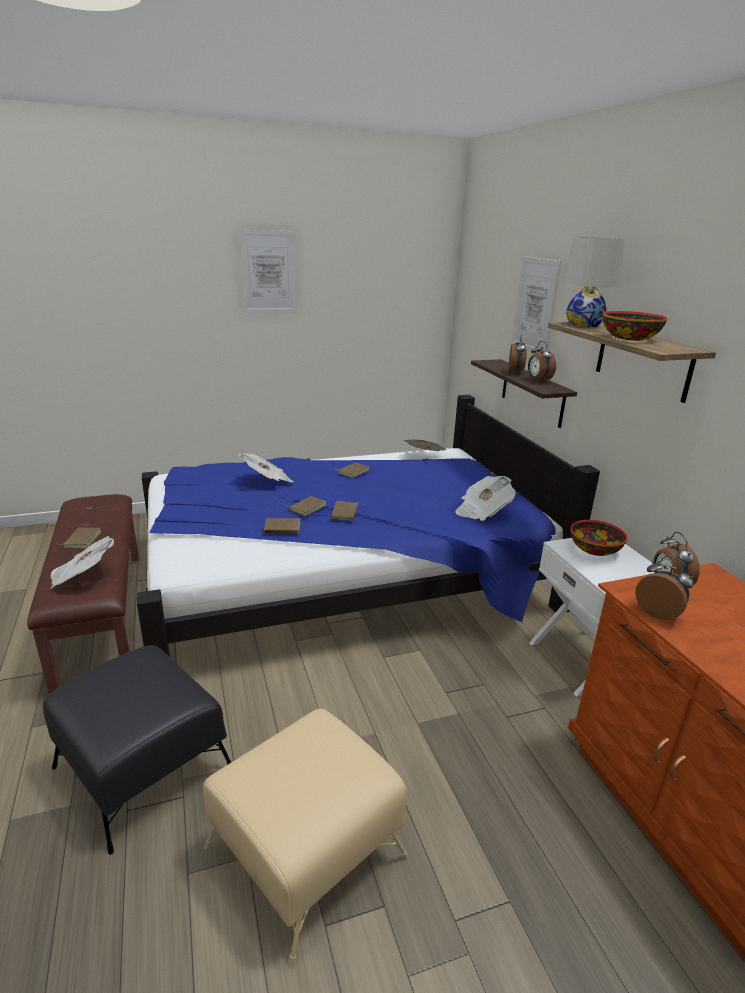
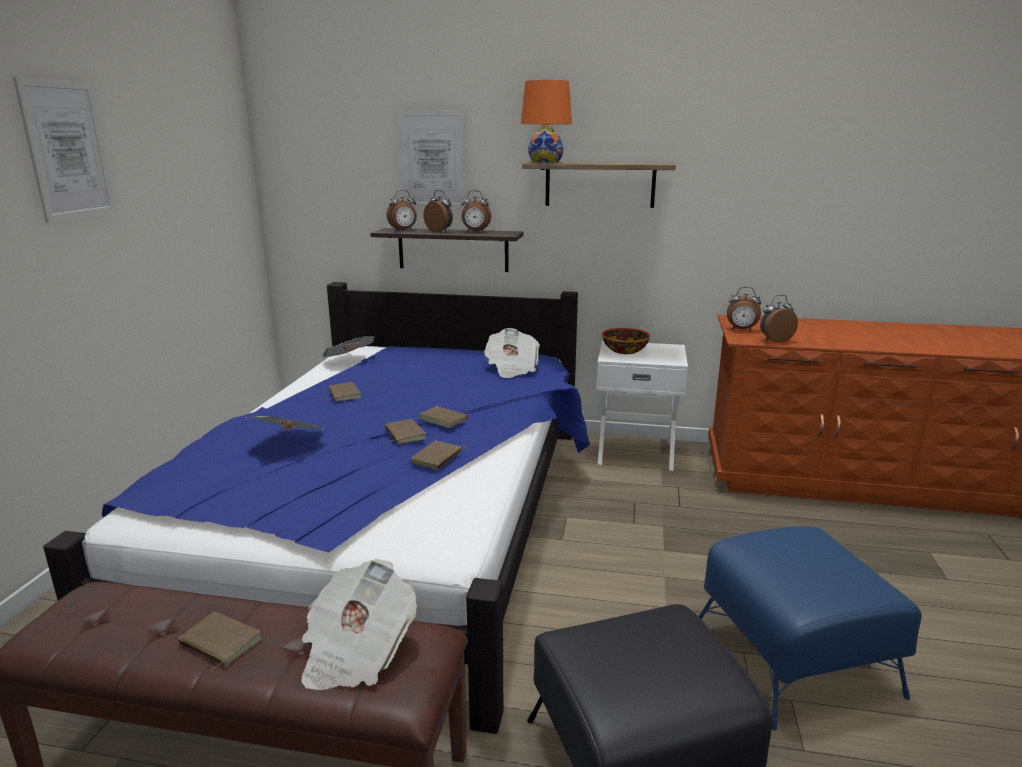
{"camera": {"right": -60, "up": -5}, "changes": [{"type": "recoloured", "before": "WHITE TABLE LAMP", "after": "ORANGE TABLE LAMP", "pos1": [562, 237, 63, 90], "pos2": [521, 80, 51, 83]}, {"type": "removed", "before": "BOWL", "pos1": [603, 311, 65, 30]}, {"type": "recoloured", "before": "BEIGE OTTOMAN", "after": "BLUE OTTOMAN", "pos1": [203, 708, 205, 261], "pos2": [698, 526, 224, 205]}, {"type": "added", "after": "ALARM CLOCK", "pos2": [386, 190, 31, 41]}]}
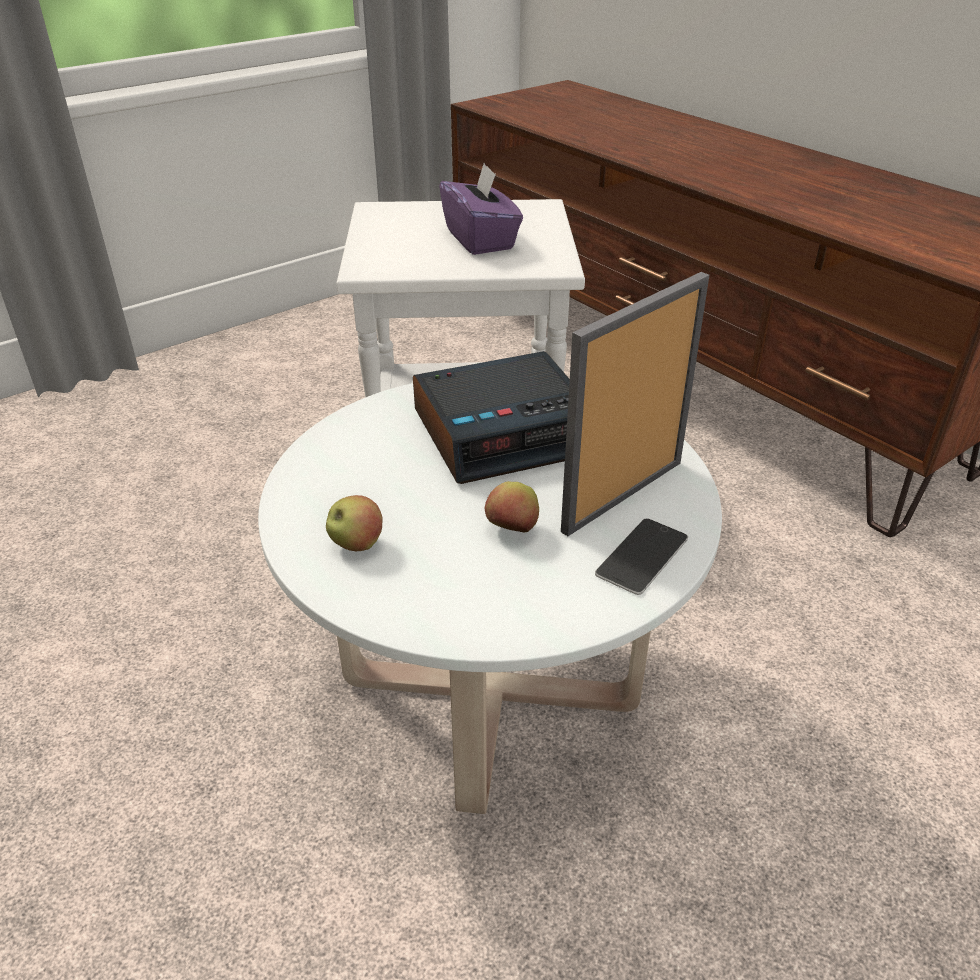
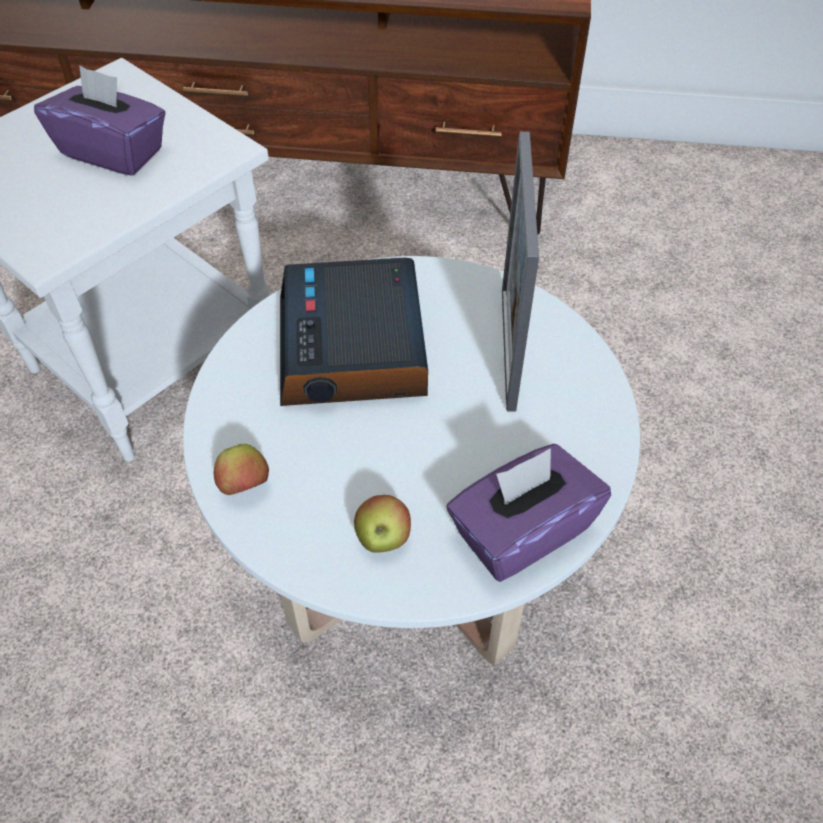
{"camera": {"right": -45, "up": 15}, "changes": [{"type": "turned", "before": "ALARM CLOCK", "pos1": [413, 351, 157, 133], "pos2": [280, 257, 148, 149], "turn": 150}, {"type": "moved", "before": "APPLE", "pos1": [485, 481, 54, 51], "pos2": [214, 444, 55, 51]}, {"type": "removed", "before": "PHONE", "pos1": [595, 518, 93, 77]}, {"type": "added", "after": "PURPLE TISSUE BOX", "pos2": [446, 444, 165, 138]}]}
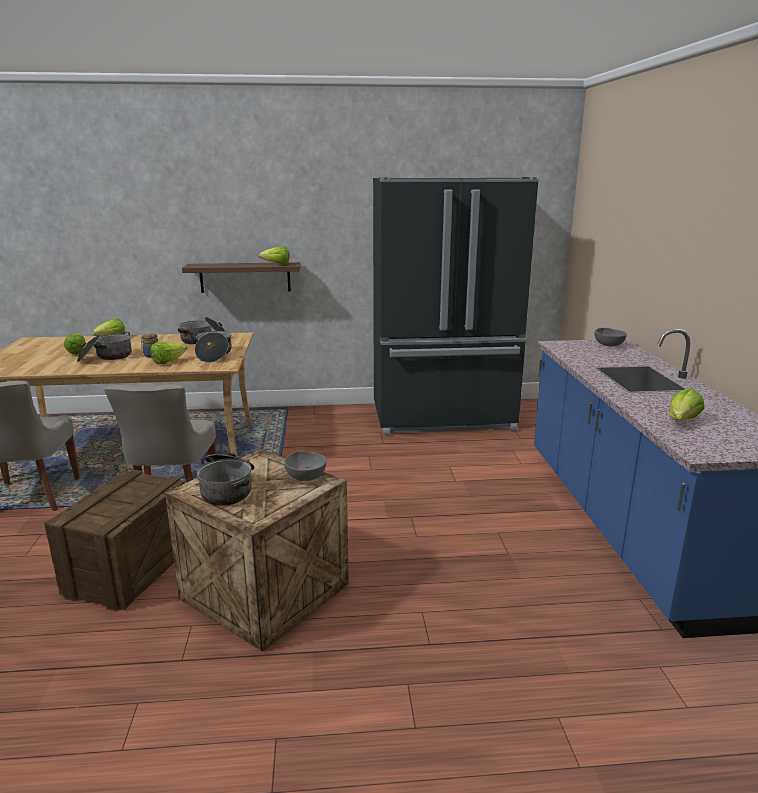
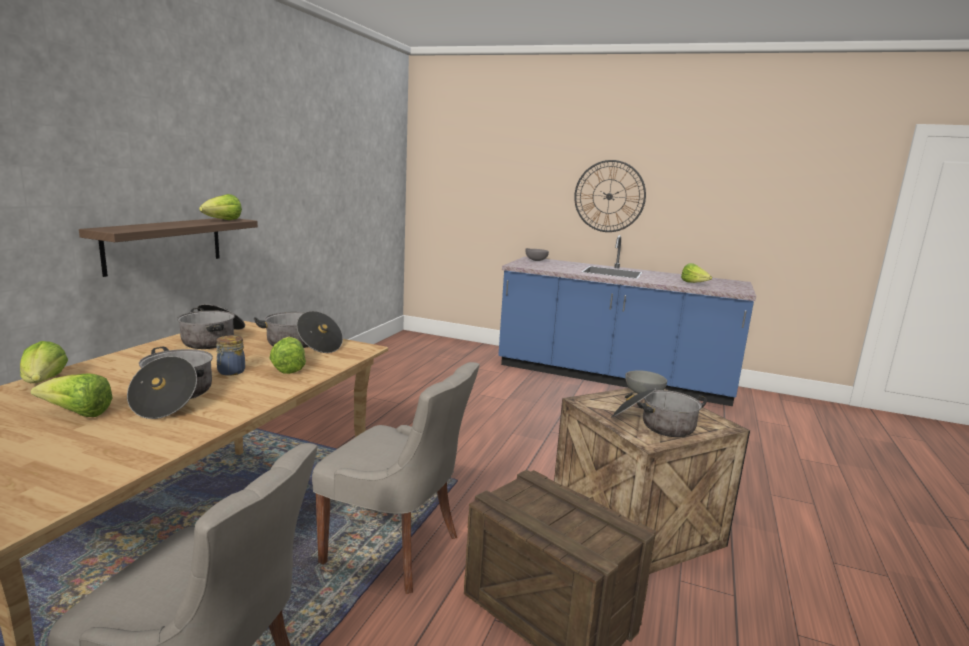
{"camera": {"right": -65, "up": -5}, "changes": [{"type": "removed", "before": "BLACK FRIDGE", "pos1": [373, 177, 166, 259]}, {"type": "added", "after": "WALL CLOCK", "pos2": [574, 160, 72, 72]}]}
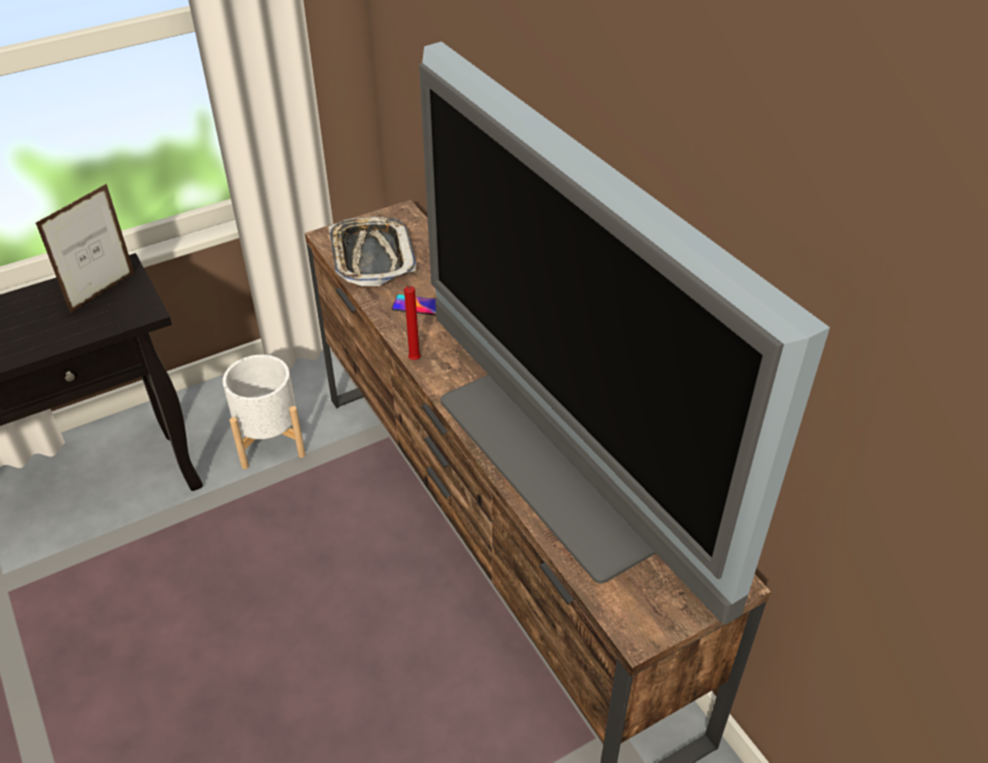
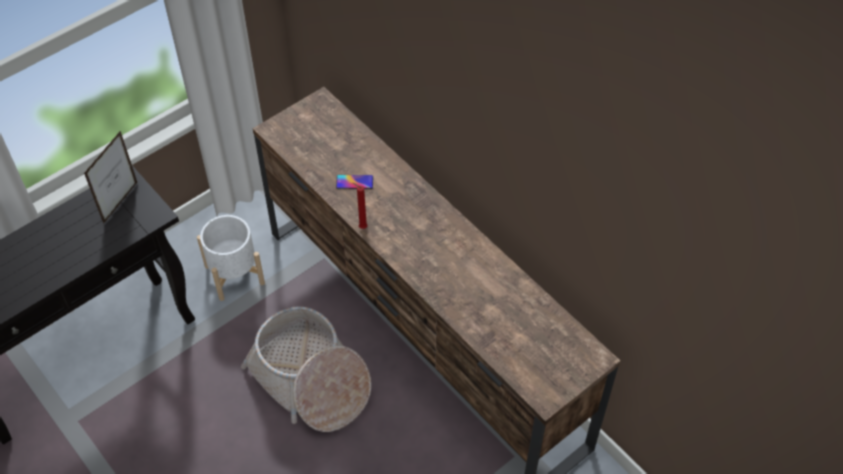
{"camera": {"right": -10, "up": 10}, "changes": [{"type": "removed", "before": "TELEVISION", "pos1": [419, 41, 411, 584]}, {"type": "removed", "before": "TRAY", "pos1": [329, 217, 87, 69]}, {"type": "added", "after": "BASKET", "pos2": [241, 306, 130, 126]}]}
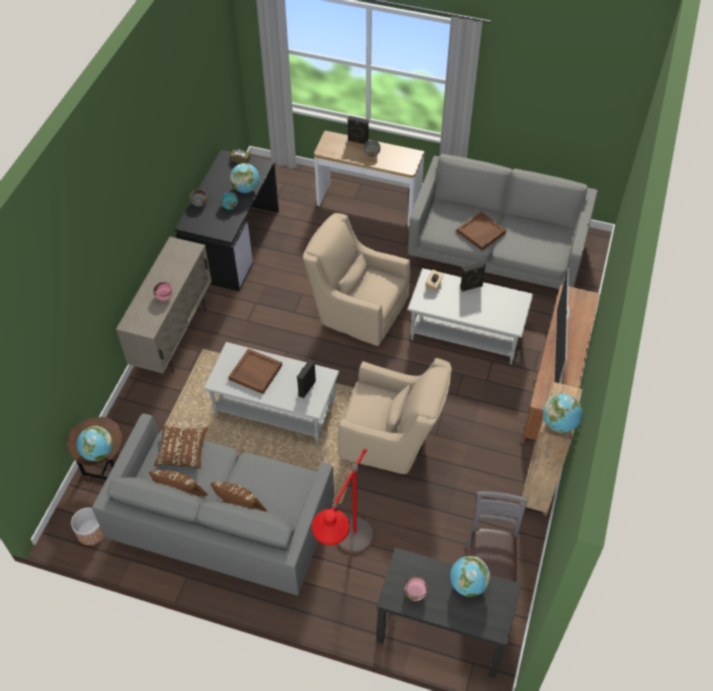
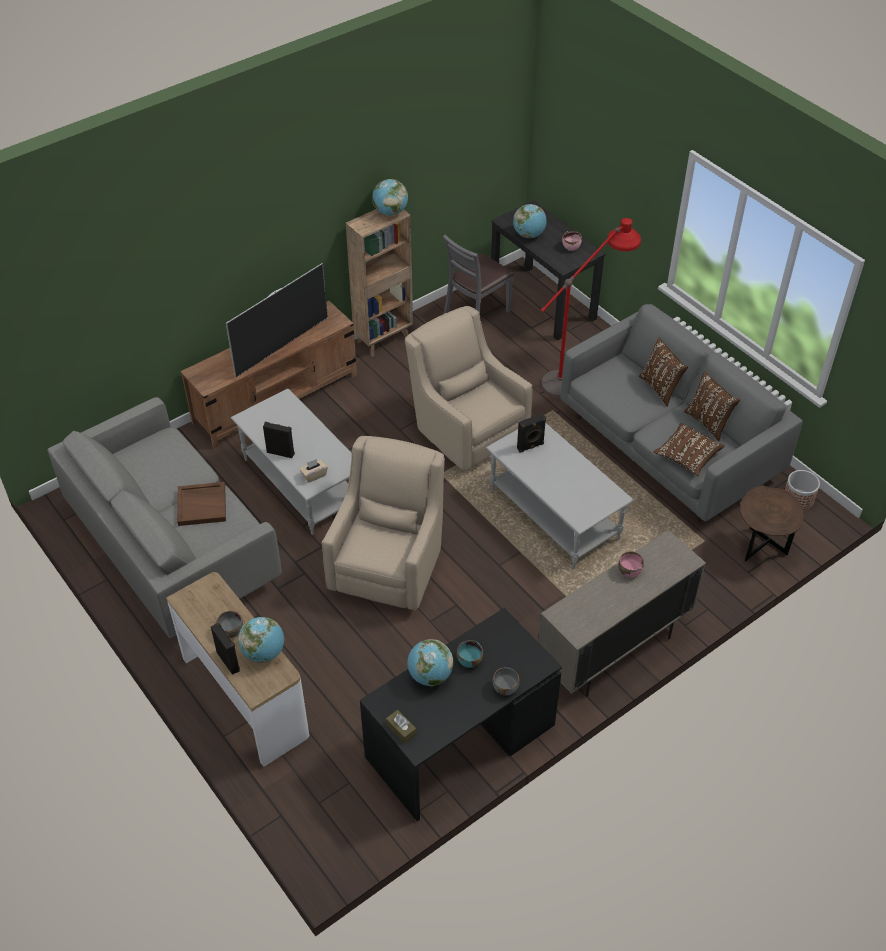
{"camera": {"right": -145, "up": -5}, "changes": [{"type": "turned", "before": "BEIGE ARMCHAIR", "pos1": [303, 213, 107, 133], "pos2": [322, 436, 123, 175], "turn": -135}, {"type": "removed", "before": "BROWN TRAY", "pos1": [229, 349, 53, 45]}, {"type": "moved", "before": "GLOBE", "pos1": [77, 426, 36, 35], "pos2": [238, 617, 46, 46]}]}
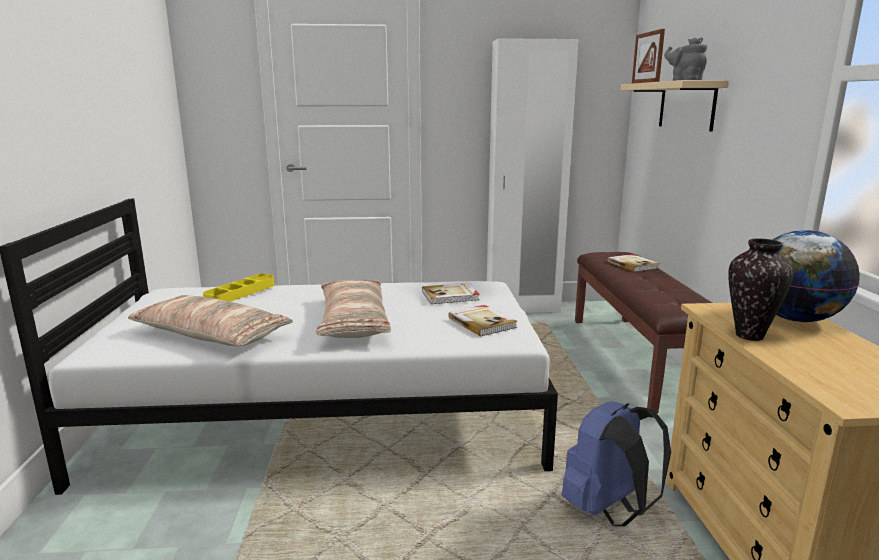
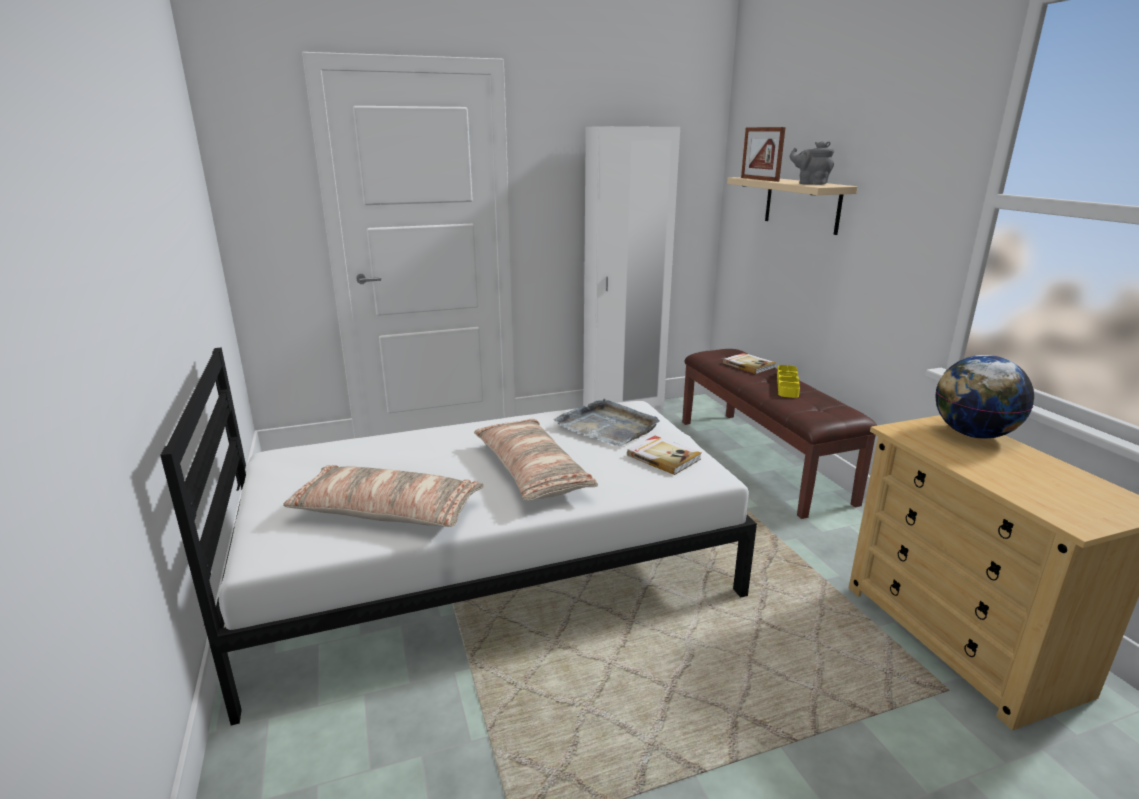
{"camera": {"right": -15, "up": 5}, "changes": [{"type": "removed", "before": "VASE", "pos1": [728, 238, 66, 103]}, {"type": "moved", "before": "YELLOW TRAY", "pos1": [203, 273, 71, 29], "pos2": [777, 365, 23, 33]}, {"type": "replaced", "before": "BOOK", "after": "GREY TRAY", "pos1": [422, 283, 58, 21], "pos2": [554, 399, 106, 47]}, {"type": "removed", "before": "BLUE BACKPACK", "pos1": [561, 402, 110, 124]}]}
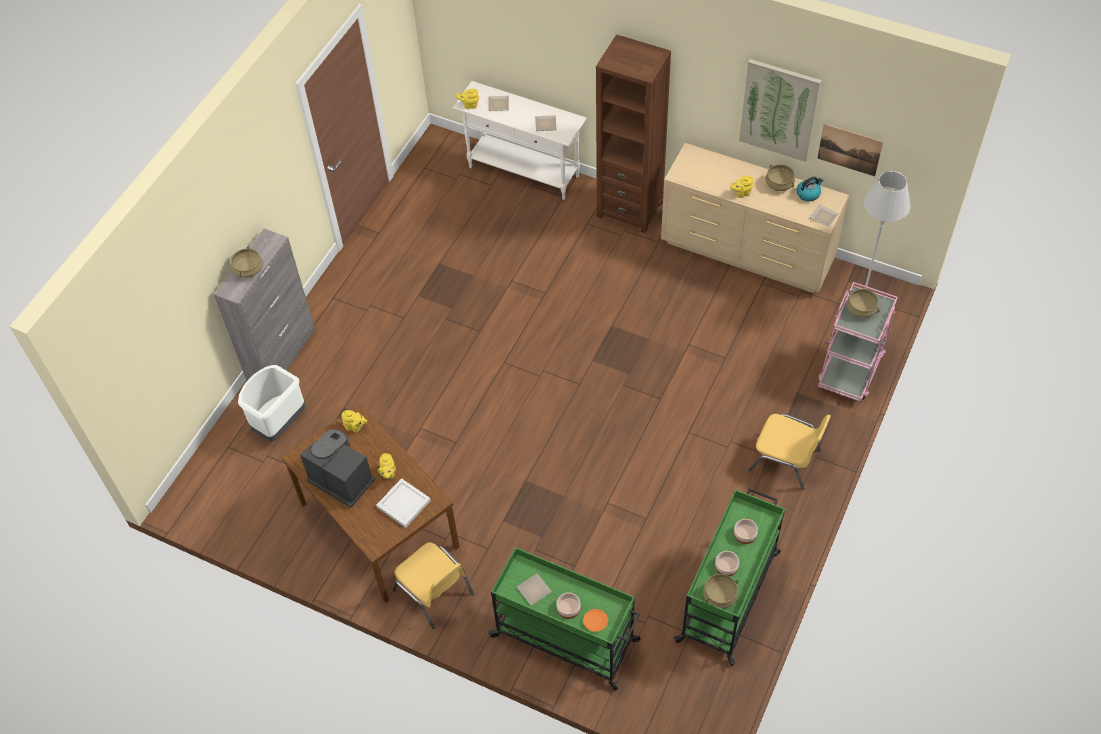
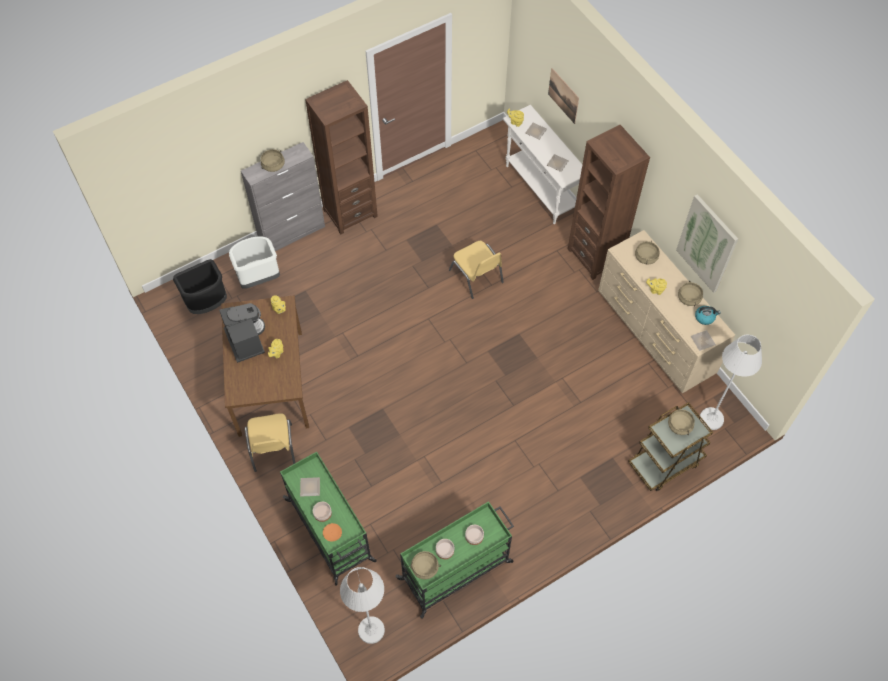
{"camera": {"right": 30, "up": 5}, "changes": [{"type": "moved", "before": "PICTURE", "pos1": [817, 124, 66, 52], "pos2": [548, 68, 31, 56]}, {"type": "recoloured", "before": "PINK CART", "after": "BROWN CART", "pos1": [818, 282, 80, 120], "pos2": [628, 402, 85, 89]}, {"type": "moved", "before": "YELLOW CHAIR", "pos1": [748, 414, 83, 76], "pos2": [449, 241, 55, 58]}, {"type": "removed", "before": "WHITE TRAY", "pos1": [376, 478, 55, 50]}, {"type": "added", "after": "BROWN BOOKCASE", "pos2": [305, 80, 73, 155]}, {"type": "added", "after": "BEIGE COOKING POT", "pos2": [635, 241, 24, 24]}, {"type": "added", "after": "BLACK TRASH CAN", "pos2": [173, 259, 54, 55]}, {"type": "added", "after": "WHITE FLOOR LAMP", "pos2": [340, 567, 45, 77]}]}
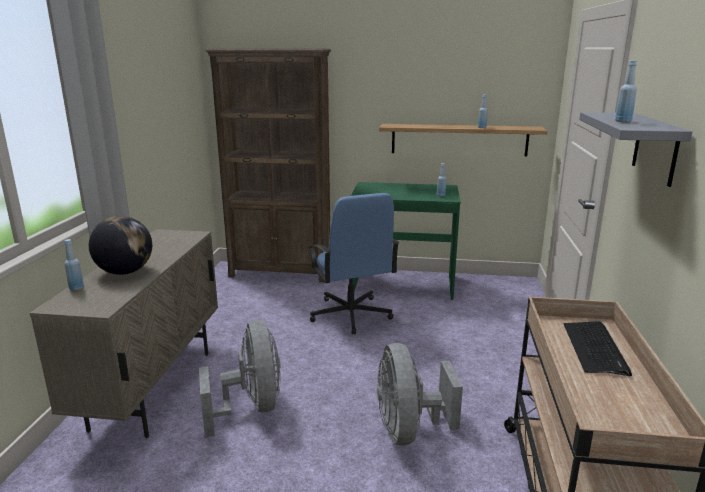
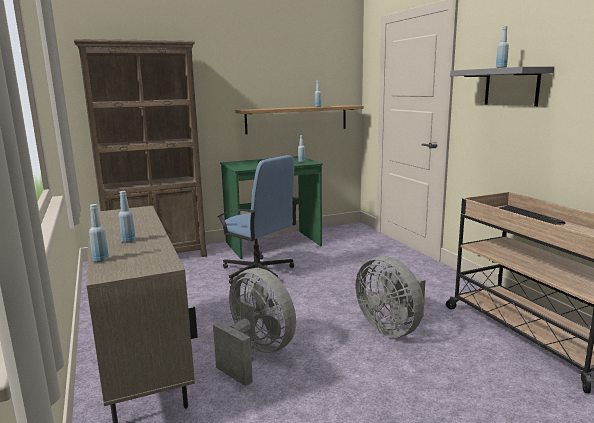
{"camera": {"right": -30, "up": -5}, "changes": [{"type": "replaced", "before": "GLOBE", "after": "BLUE BOTTLE", "pos1": [89, 216, 63, 59], "pos2": [119, 191, 17, 52]}]}
